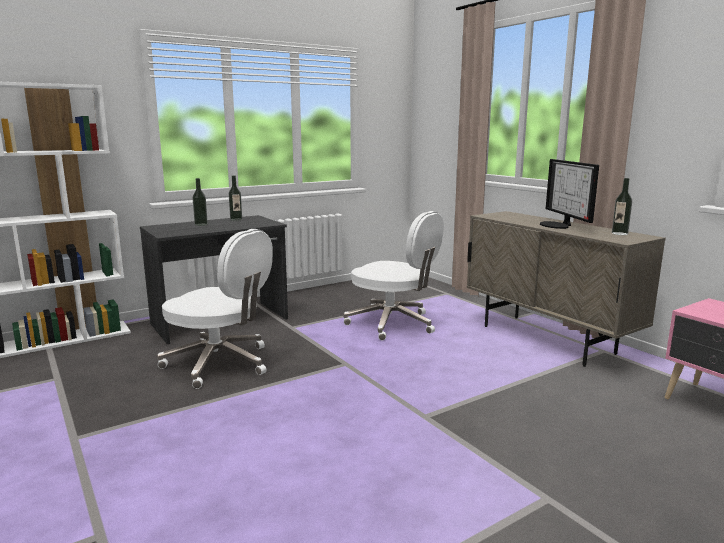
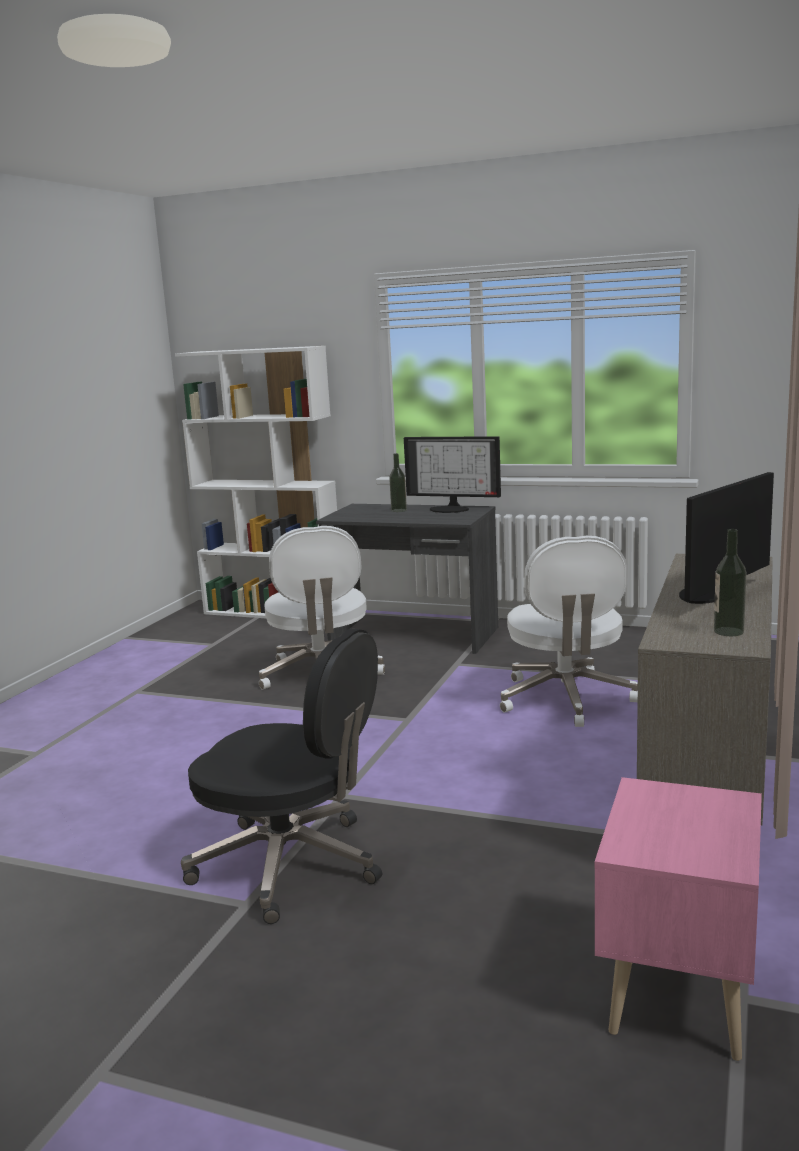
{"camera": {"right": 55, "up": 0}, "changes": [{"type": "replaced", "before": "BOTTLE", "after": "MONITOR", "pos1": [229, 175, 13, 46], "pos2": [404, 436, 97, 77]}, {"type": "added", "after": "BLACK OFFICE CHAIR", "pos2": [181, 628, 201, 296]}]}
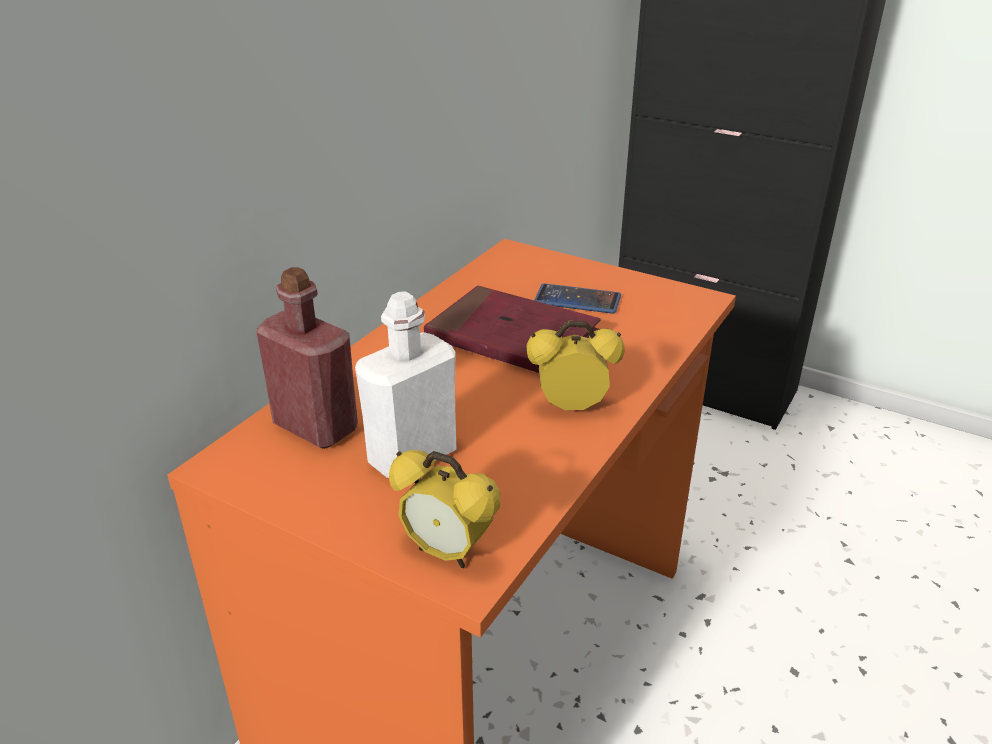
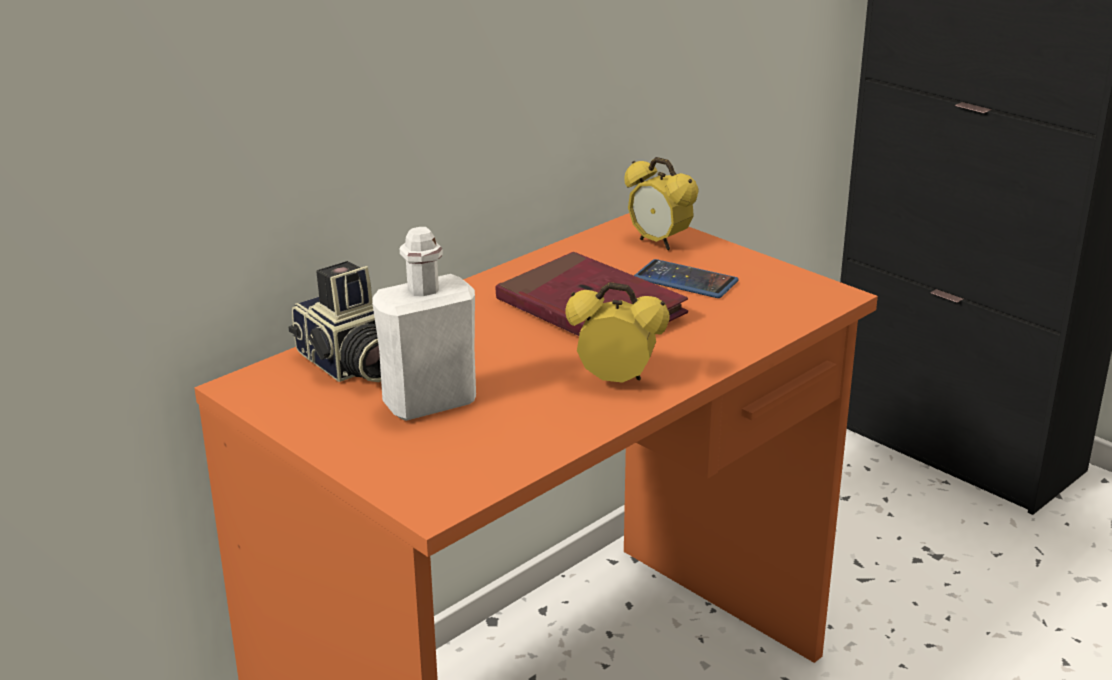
{"camera": {"right": 15, "up": -5}, "changes": [{"type": "replaced", "before": "RED BOTTLE", "after": "PHOTO CAMERA", "pos1": [257, 267, 101, 182], "pos2": [288, 261, 93, 121]}, {"type": "moved", "before": "ALARM CLOCK", "pos1": [389, 450, 111, 118], "pos2": [624, 157, 75, 93]}]}
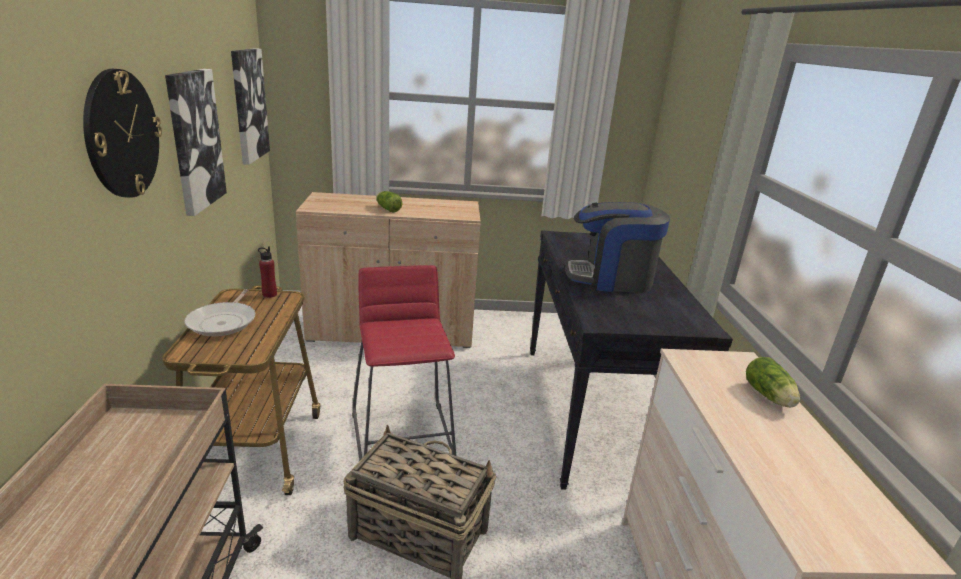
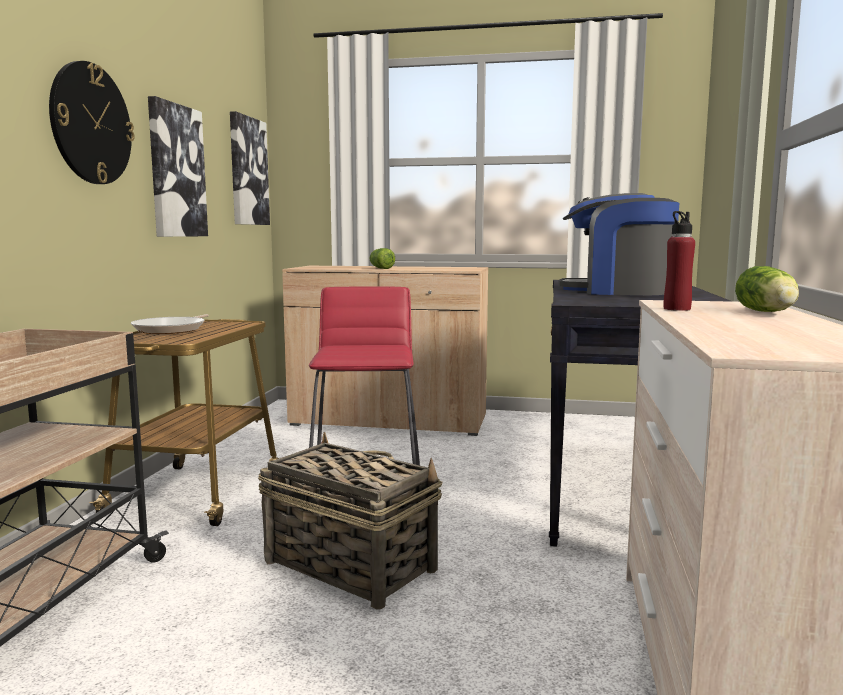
{"camera": {"right": 15, "up": -15}, "changes": [{"type": "moved", "before": "RED BOTTLE", "pos1": [258, 246, 19, 52], "pos2": [664, 211, 31, 100]}]}
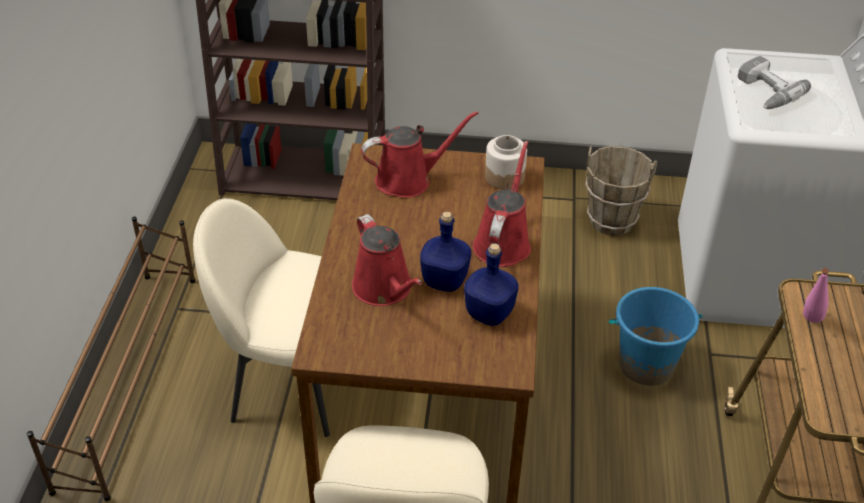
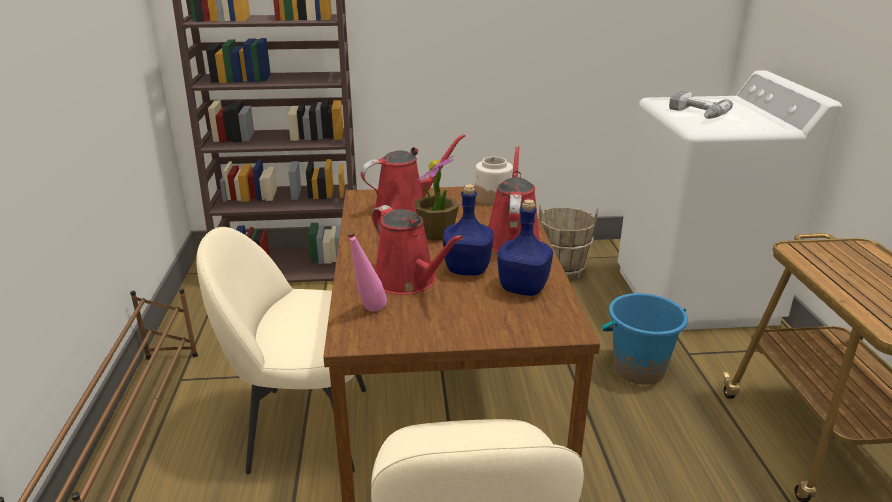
{"camera": {"right": -10, "up": -15}, "changes": [{"type": "moved", "before": "PINK BOTTLE", "pos1": [803, 268, 26, 55], "pos2": [346, 229, 41, 83]}, {"type": "added", "after": "POTTED PLANT", "pos2": [414, 156, 45, 85]}]}
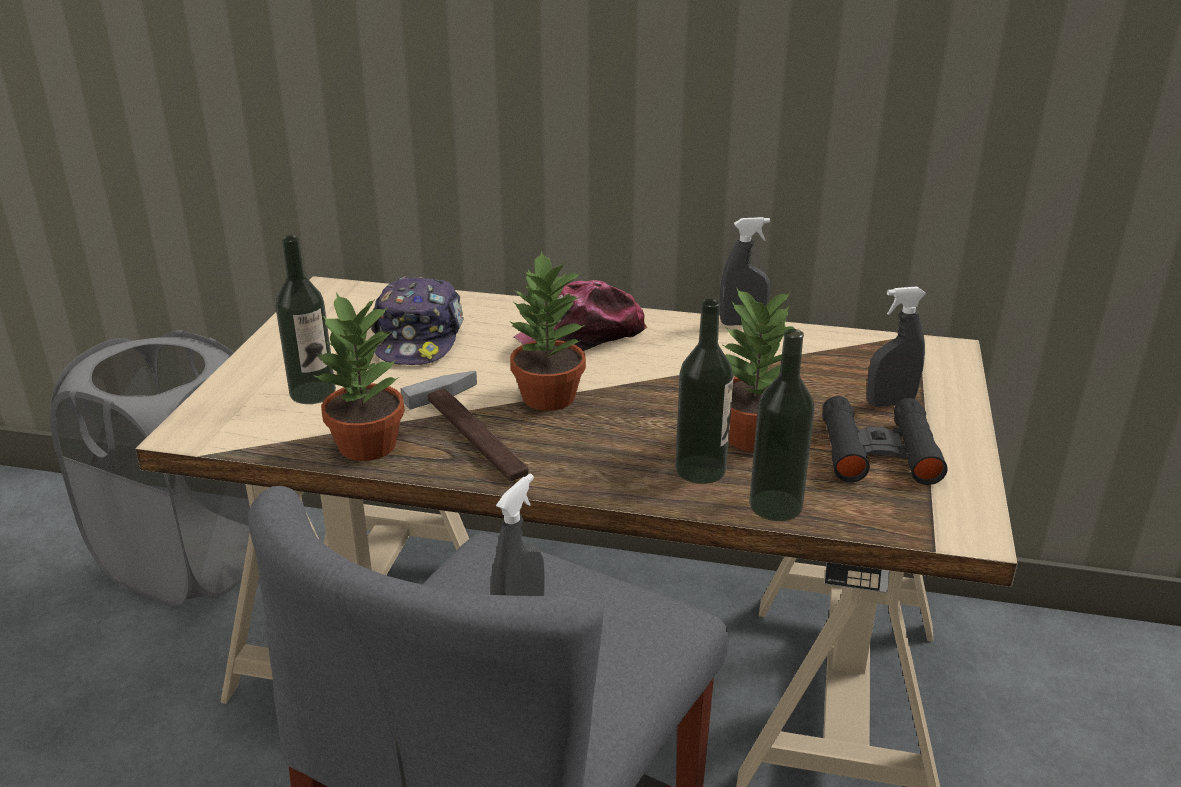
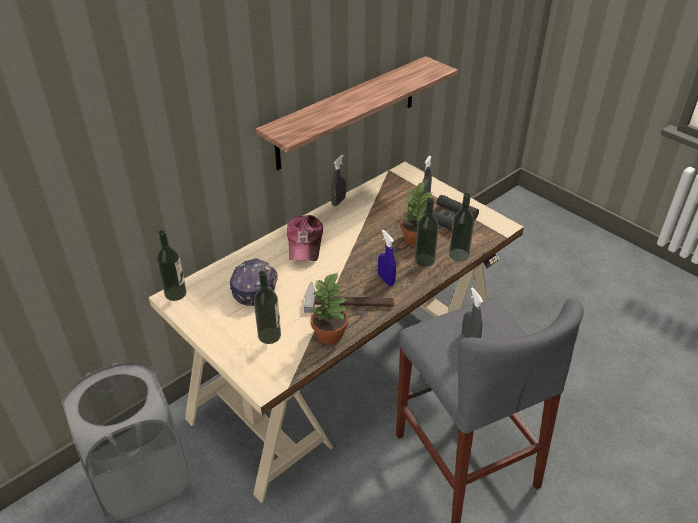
{"camera": {"right": -55, "up": 10}, "changes": [{"type": "removed", "before": "POTTED PLANT", "pos1": [509, 250, 77, 161]}, {"type": "turned", "before": "CAP", "pos1": [371, 276, 93, 89], "pos2": [230, 259, 48, 47], "turn": -120}, {"type": "added", "after": "SHELF", "pos2": [256, 56, 202, 114]}, {"type": "added", "after": "BOTTLE", "pos2": [156, 230, 30, 71]}, {"type": "added", "after": "BLUE SPRAY BOTTLE", "pos2": [378, 230, 18, 56]}]}
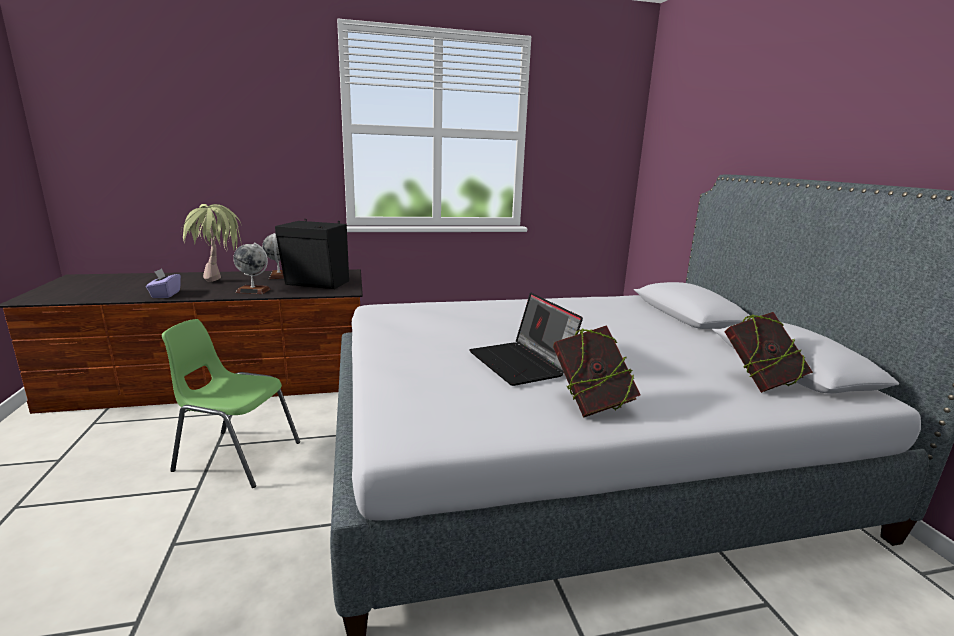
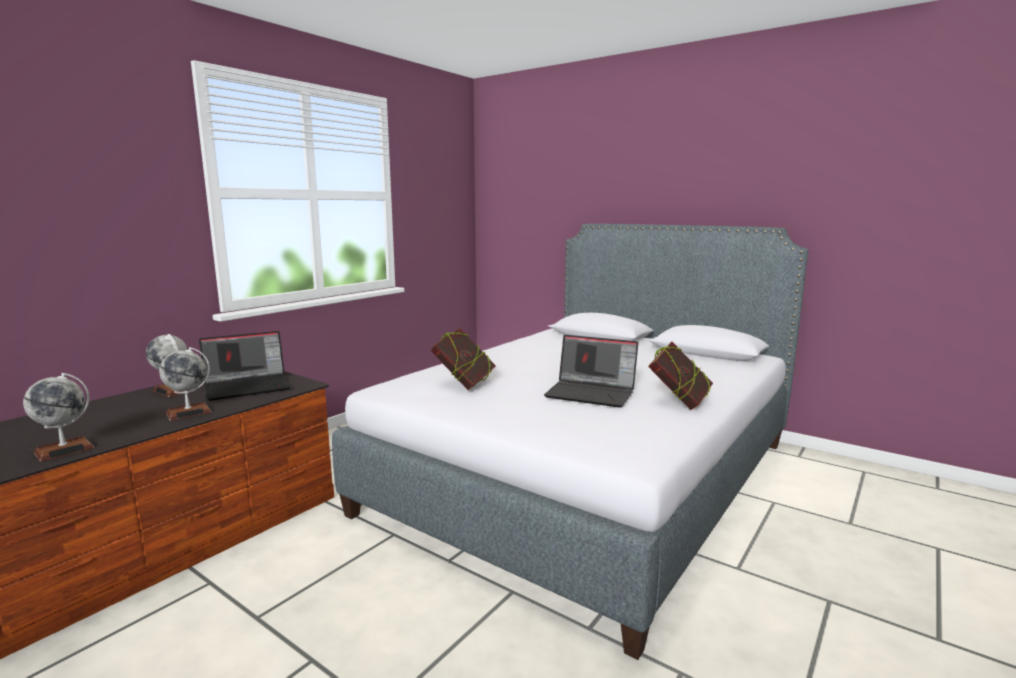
{"camera": {"right": -40, "up": -5}, "changes": [{"type": "removed", "before": "POTTED PLANT", "pos1": [181, 204, 61, 78]}, {"type": "replaced", "before": "BLACK SPEAKER", "after": "LAPTOP", "pos1": [275, 219, 74, 70], "pos2": [199, 331, 92, 70]}, {"type": "replaced", "before": "PURPLE TISSUE BOX", "after": "GLOBE", "pos1": [146, 268, 35, 30], "pos2": [23, 373, 72, 89]}, {"type": "moved", "before": "BOOK", "pos1": [724, 312, 89, 81], "pos2": [431, 328, 65, 62]}, {"type": "removed", "before": "GREEN CHAIR", "pos1": [162, 319, 138, 169]}]}
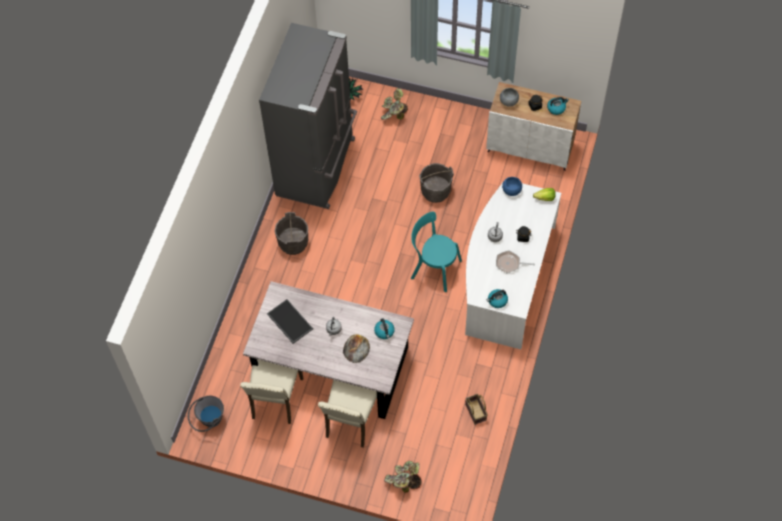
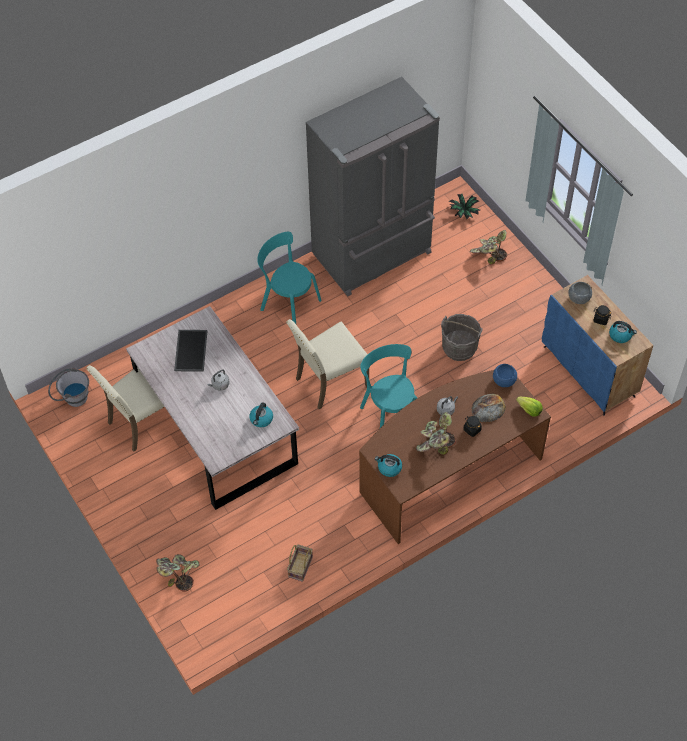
{"camera": {"right": 40, "up": -5}, "changes": [{"type": "recoloured", "before": "WHITE CABINET", "after": "BLUE CABINET", "pos1": [486, 82, 95, 89], "pos2": [542, 275, 111, 141]}, {"type": "recoloured", "before": "WHITE DESK", "after": "BROWN DESK", "pos1": [465, 181, 96, 168], "pos2": [359, 370, 192, 174]}, {"type": "replaced", "before": "GREY BUCKET", "after": "TURQUOISE CHAIR", "pos1": [275, 212, 33, 43], "pos2": [257, 232, 65, 92]}, {"type": "replaced", "before": "FRYING PAN", "after": "POTTED PLANT", "pos1": [496, 250, 39, 23], "pos2": [416, 412, 40, 43]}, {"type": "moved", "before": "BREAD", "pos1": [343, 334, 27, 29], "pos2": [471, 394, 35, 28]}, {"type": "moved", "before": "BEIGE CHAIR", "pos1": [318, 380, 59, 67], "pos2": [286, 319, 83, 90]}]}
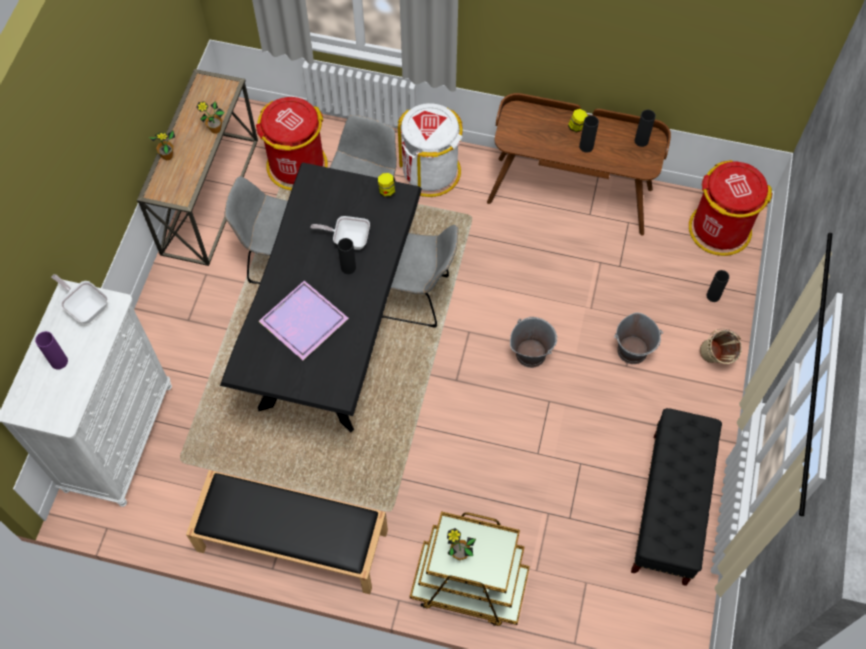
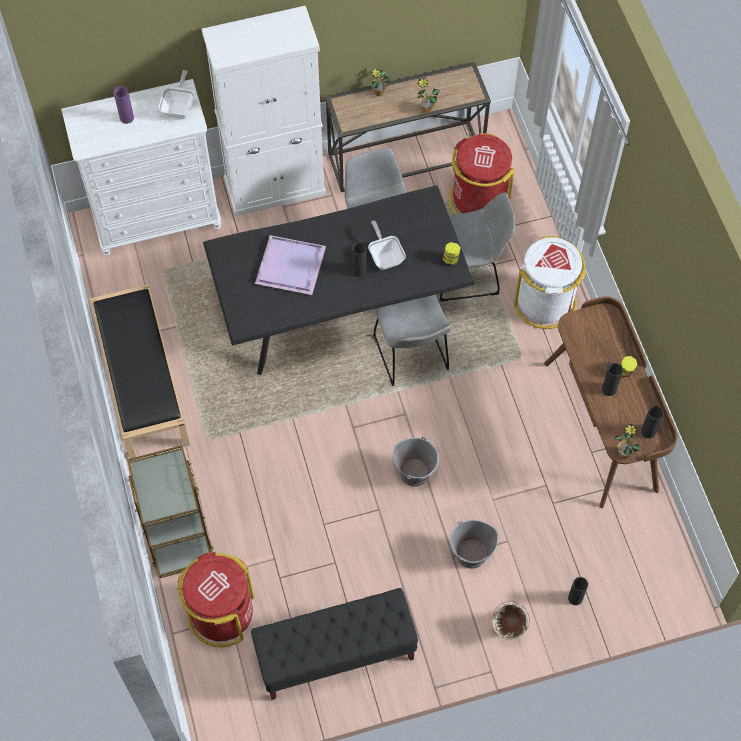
{"camera": {"right": 60, "up": 0}, "changes": [{"type": "moved", "before": "RED TRASH CAN", "pos1": [689, 160, 83, 96], "pos2": [177, 552, 77, 95]}, {"type": "moved", "before": "POTTED PLANT", "pos1": [447, 528, 29, 32], "pos2": [615, 424, 26, 35]}, {"type": "added", "after": "WHITE CABINET", "pos2": [202, 6, 124, 210]}]}
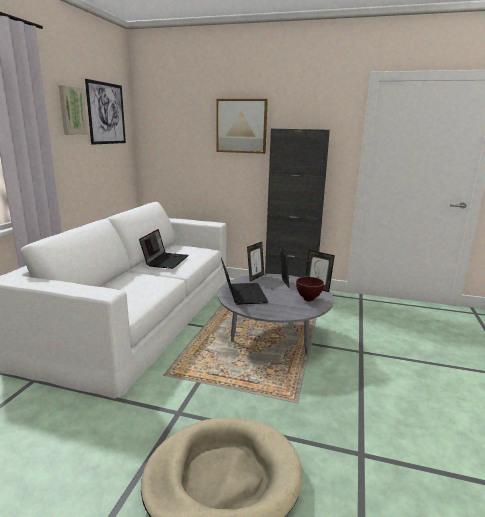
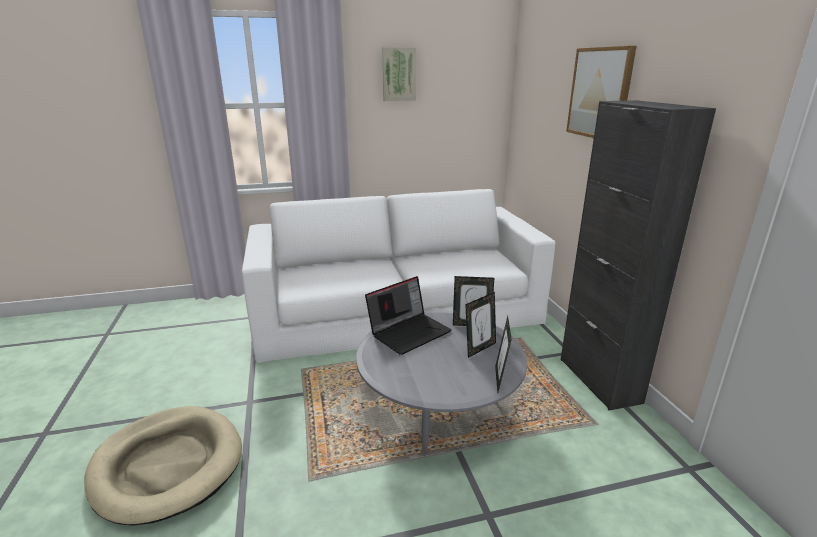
{"camera": {"right": 60, "up": 5}, "changes": [{"type": "removed", "before": "PICTURE", "pos1": [85, 79, 41, 66]}, {"type": "removed", "before": "LAPTOP", "pos1": [139, 229, 50, 40]}, {"type": "removed", "before": "BROWN BOWL", "pos1": [296, 277, 28, 25]}]}
